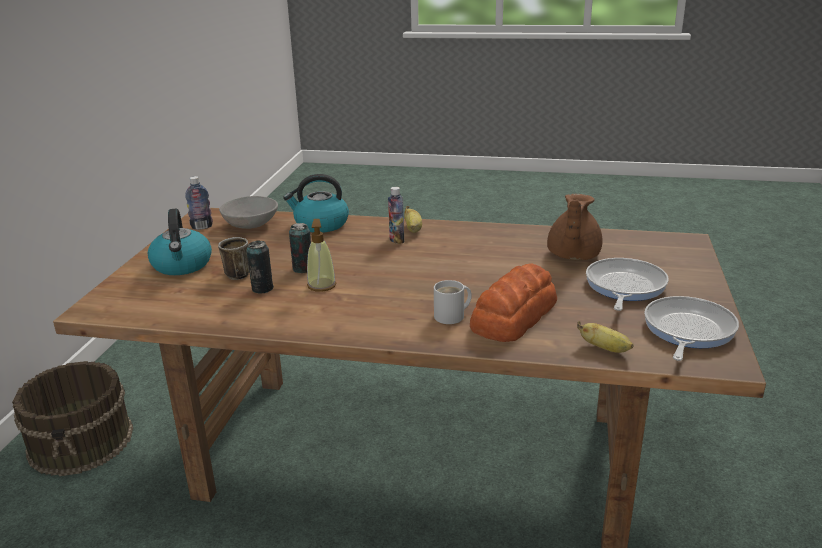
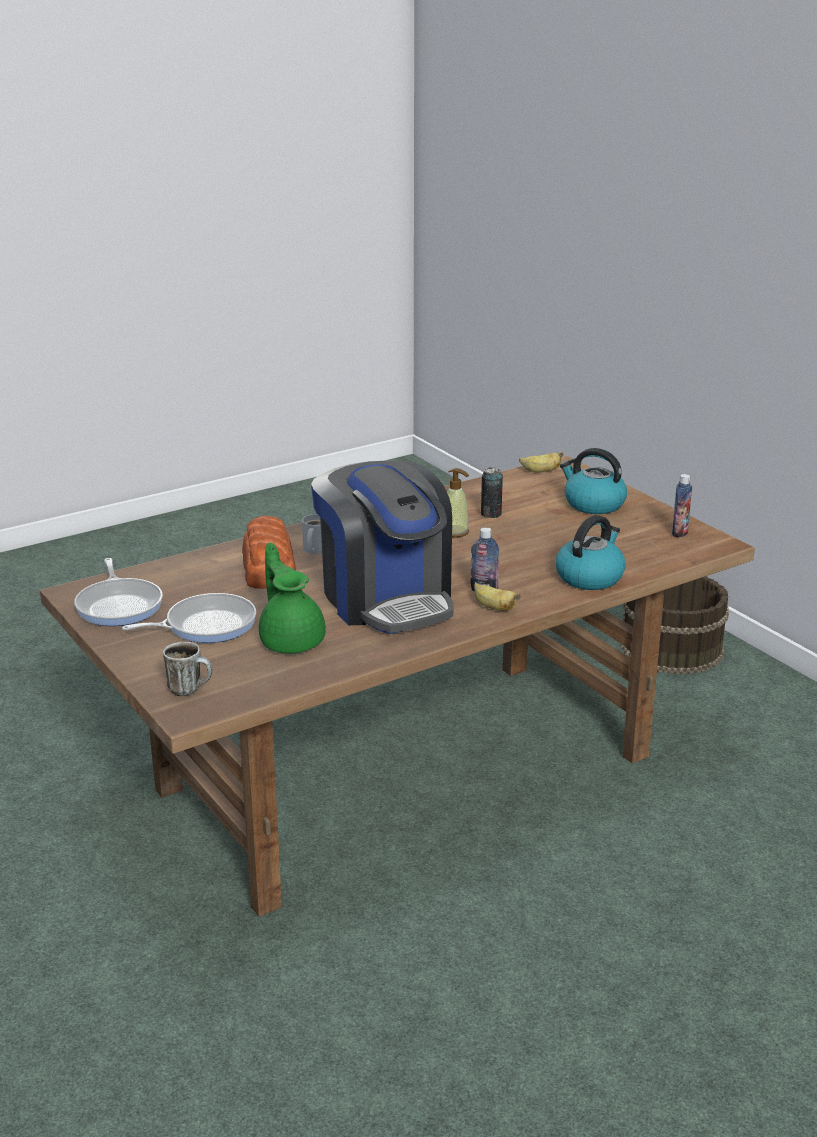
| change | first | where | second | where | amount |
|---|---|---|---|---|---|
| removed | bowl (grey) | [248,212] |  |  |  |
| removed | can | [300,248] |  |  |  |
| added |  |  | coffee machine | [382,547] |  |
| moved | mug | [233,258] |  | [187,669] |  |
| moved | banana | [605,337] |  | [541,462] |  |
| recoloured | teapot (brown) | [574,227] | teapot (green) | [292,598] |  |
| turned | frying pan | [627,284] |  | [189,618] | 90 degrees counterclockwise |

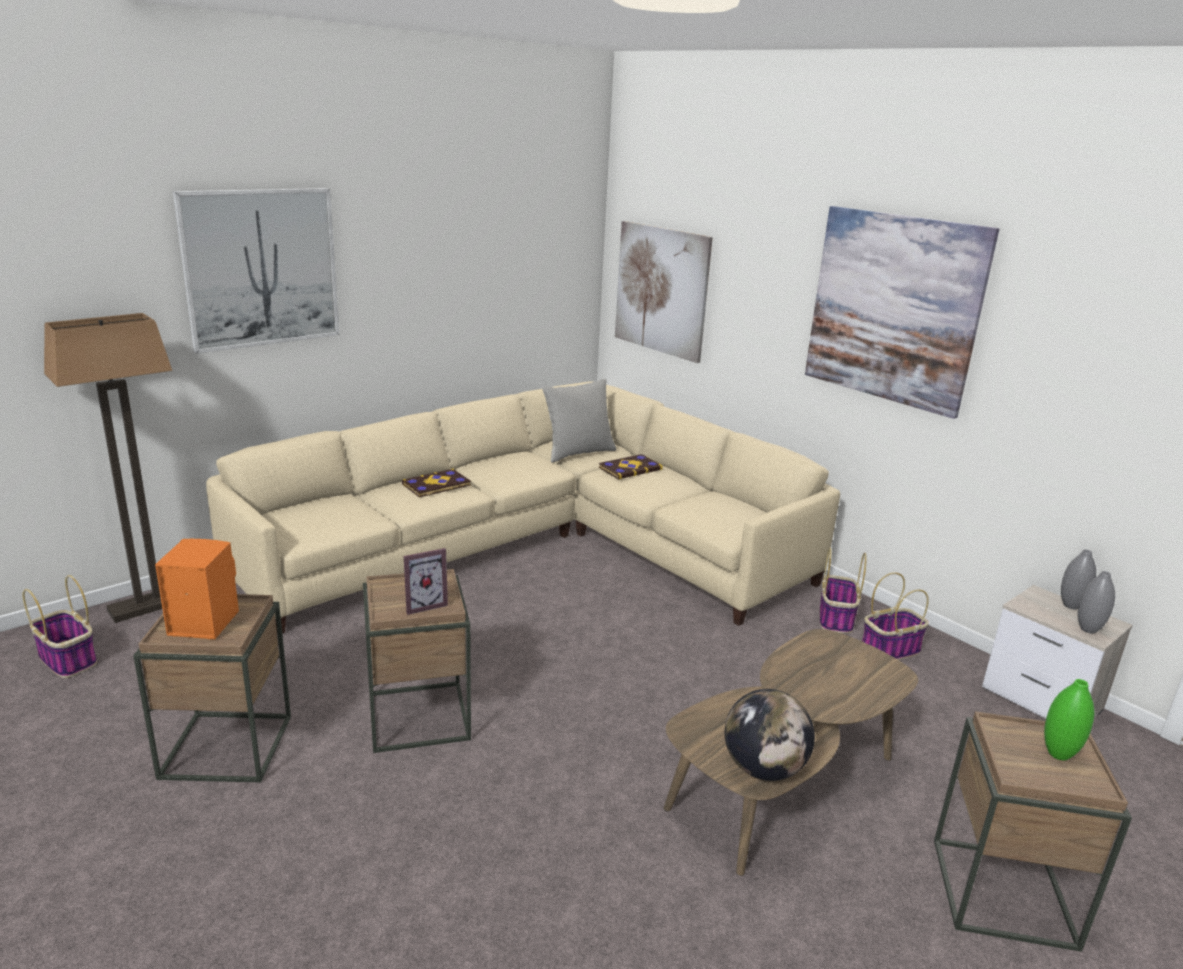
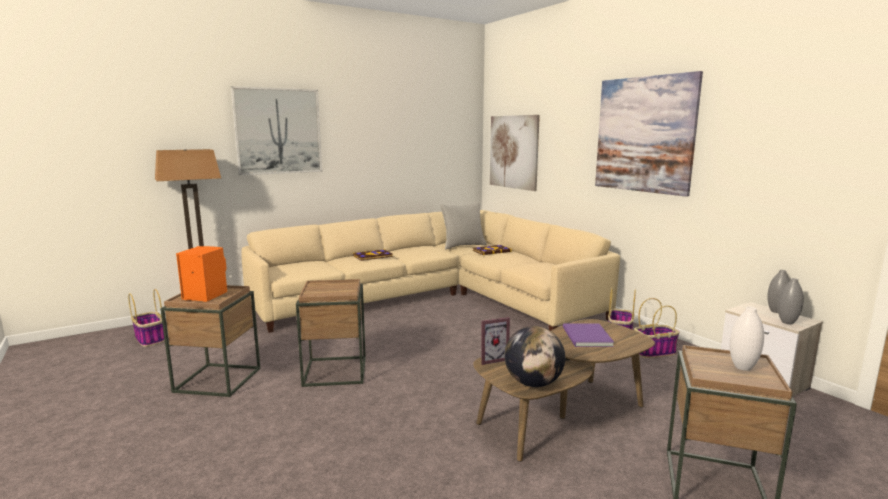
| change | first | where | second | where | amount |
|---|---|---|---|---|---|
| added |  |  | book (purple) | [588,335] |  |
| moved | picture frame | [426,581] |  | [495,341] |  |
| recoloured | vase (green) | [1069,719] | vase (white) | [747,338] |  |

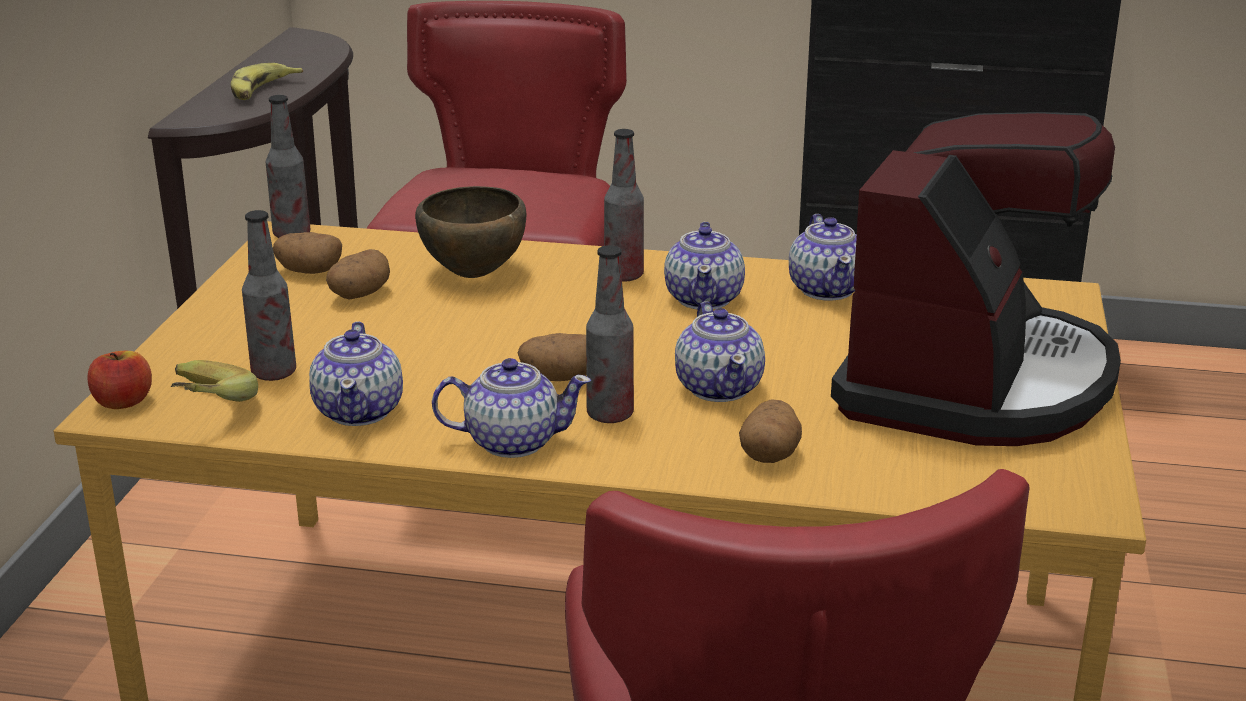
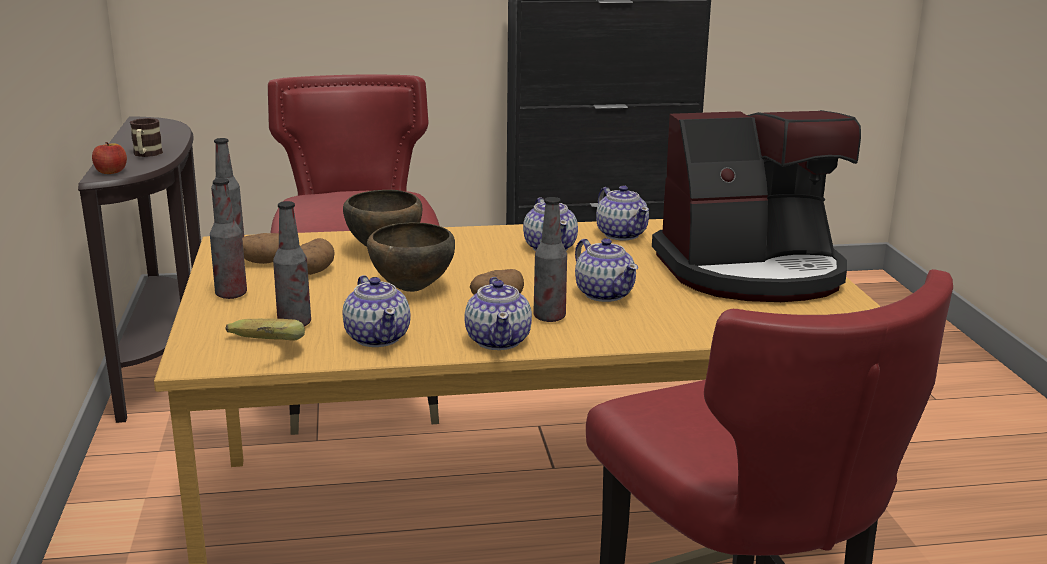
| change | first | where | second | where | amount |
|---|---|---|---|---|---|
| removed | potato | [770,431] |  |  |  |
| added |  |  | bowl (brown) | [411,257] |  |
| moved | apple | [119,380] |  | [109,158] |  |
| moved | bottle | [624,205] |  | [228,238] |  |
| replaced | banana | [267,81] | mug | [146,137] |  |
| turned | teapot | [511,408] |  | [498,313] | 105 degrees clockwise |
| turned | coffee machine | [976,279] |  | [756,206] | 75 degrees clockwise |

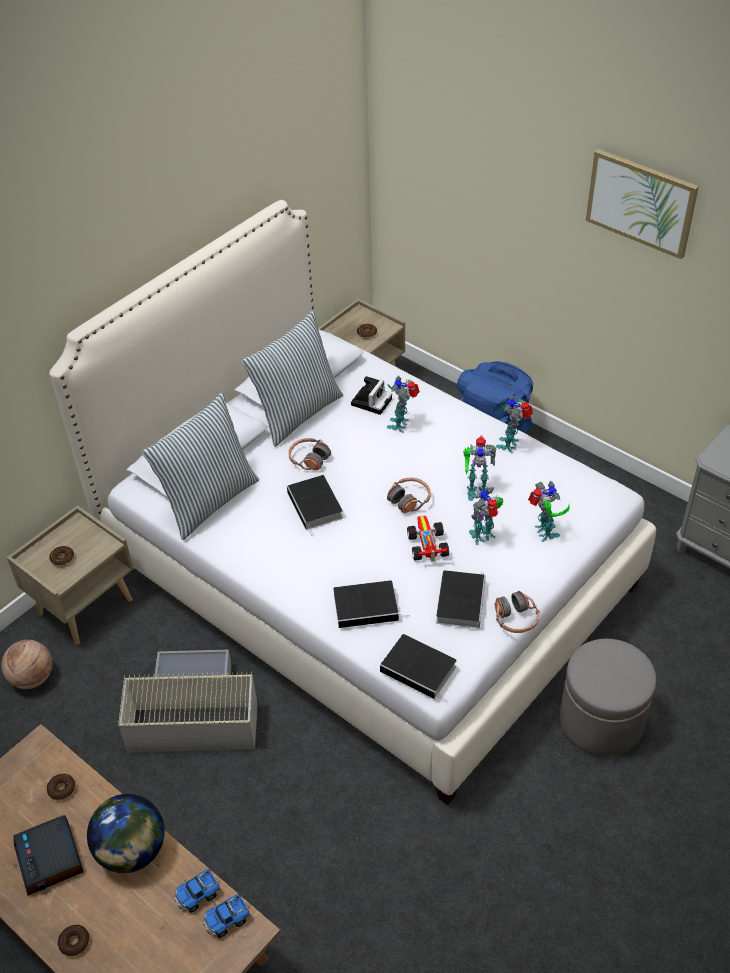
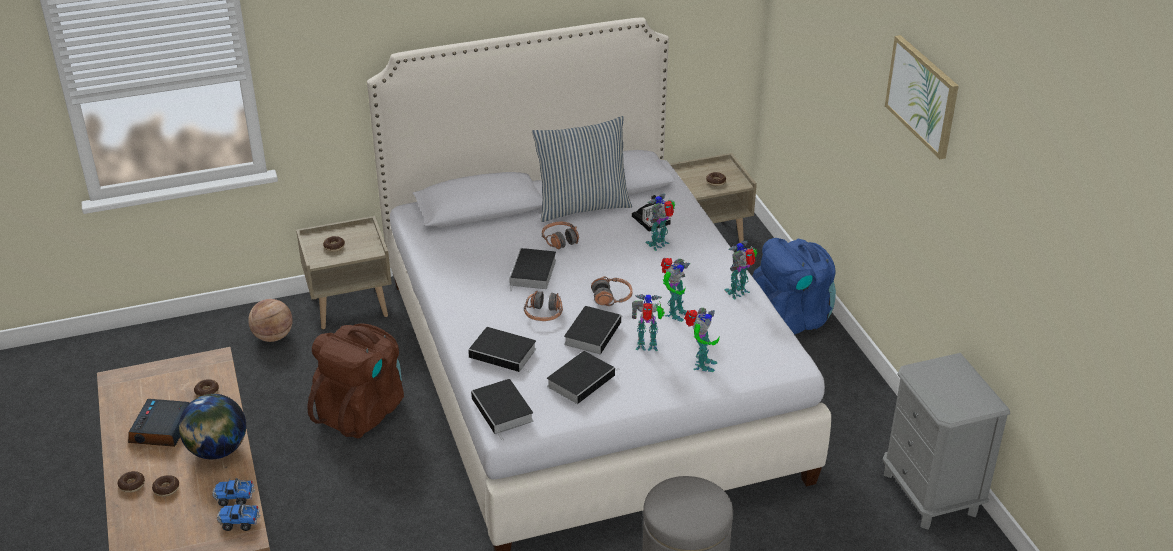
| change | first | where | second | where | amount |
|---|---|---|---|---|---|
| removed | pillow | [200,466] |  |  |  |
| added |  |  | donut | [165,486] |  |
| moved | headphones | [517,612] |  | [543,306] |  |
| replaced | storage box (grey) | [188,701] | backpack (brown) | [355,380] |  |
| replaced | toy car | [428,538] | book | [593,330] |  |
| turned | toy robot | [479,468] |  | [675,290] | 90 degrees counterclockwise |

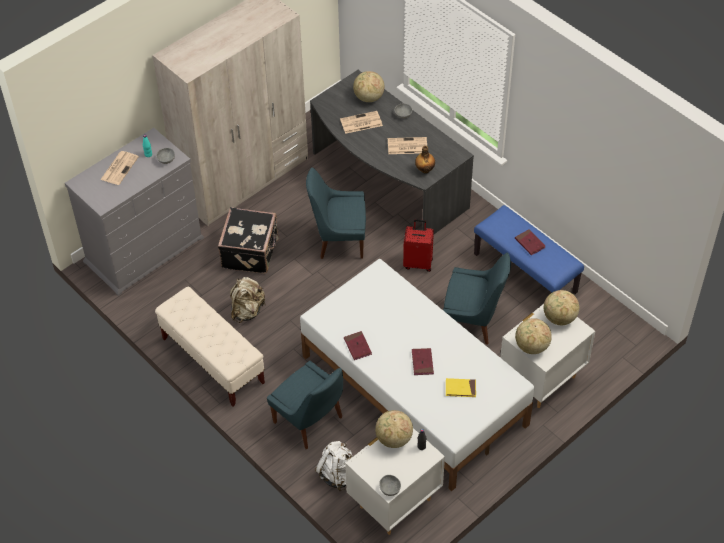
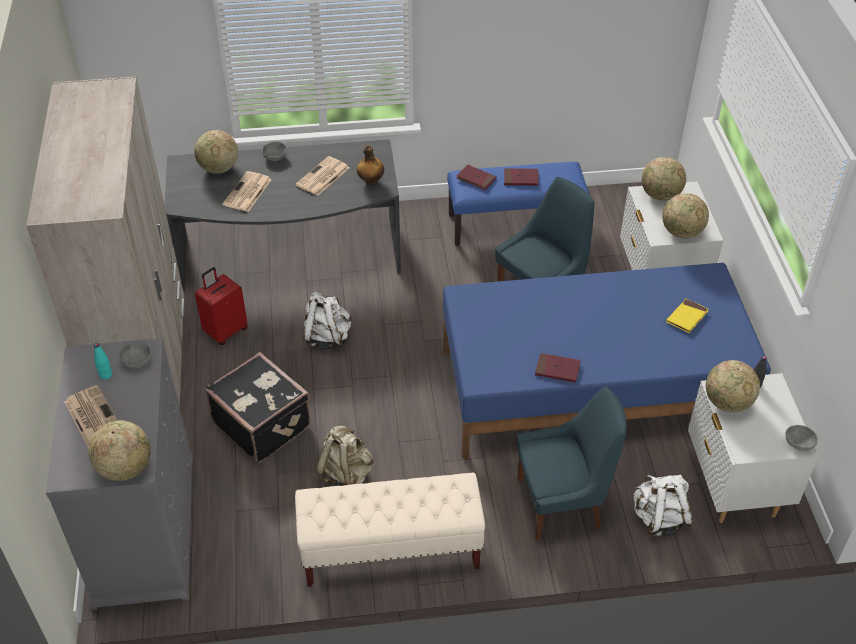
| change | first | where | second | where | amount |
|---|---|---|---|---|---|
| added |  |  | globe | [119,450] |  |
| moved | suitcase (red) | [418,245] |  | [221,306] |  |
| moved | book (red) | [423,361] |  | [477,177] |  |
| replaced | chair (blue) | [336,213] | backpack (white) | [327,320] |  |
| recoloured | bed (white) | [417,375] | bed (blue) | [607,361] |  |

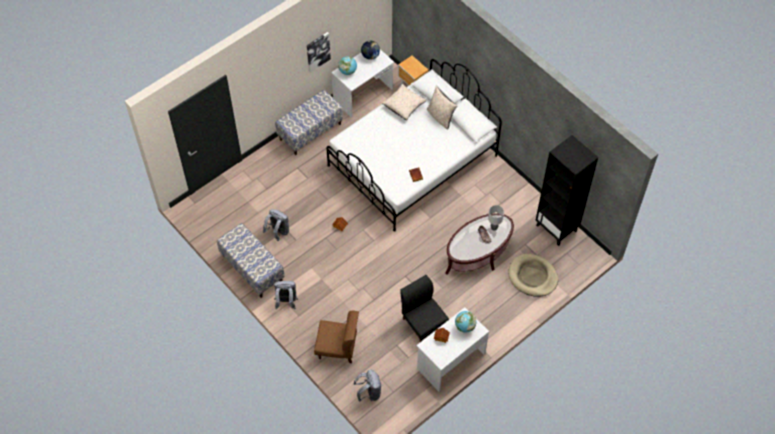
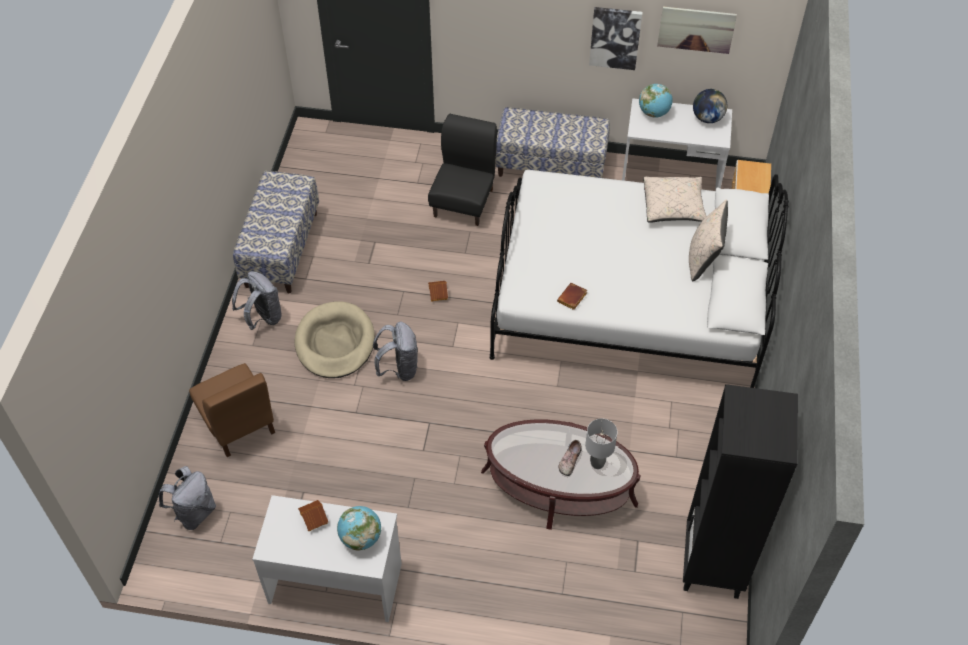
| change | first | where | second | where | amount |
|---|---|---|---|---|---|
| added |  |  | picture | [697,30] |  |
| moved | backpack (grey) | [276,225] |  | [395,351] |  |
| moved | chair (black) | [424,308] |  | [462,170] |  |
| moved | dog bed (beige) | [533,275] |  | [335,339] |  |

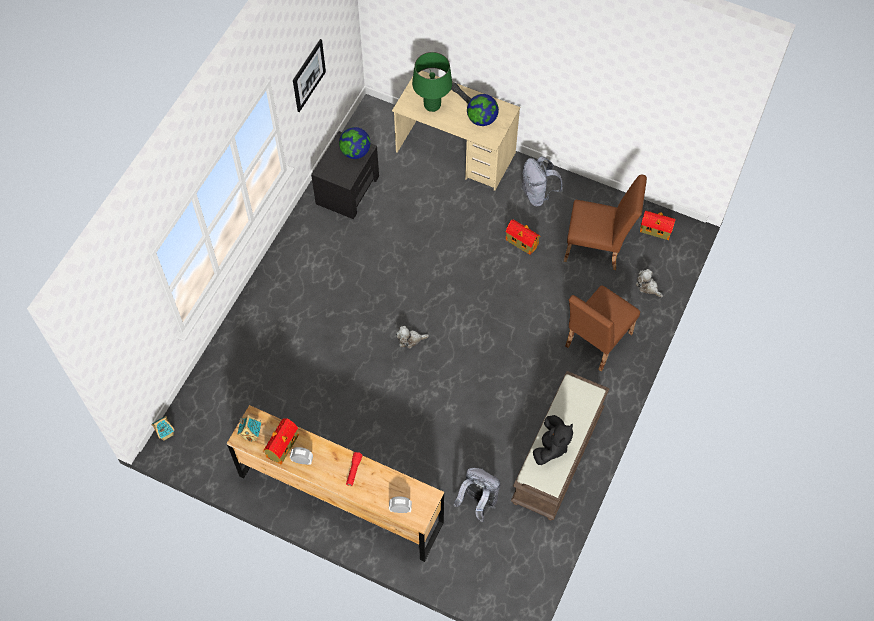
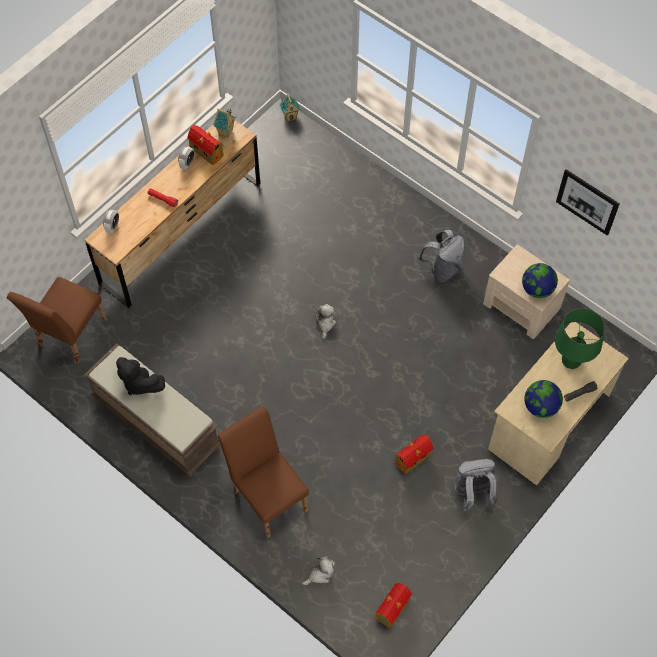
| change | first | where | second | where | amount |
|---|---|---|---|---|---|
| moved | backpack (grey) | [477,494] |  | [441,256] |  |
| moved | chair (brown) | [605,222] |  | [57,320] |  |
| recoloured | nightstand (black) | [345,175] | nightstand (beige) | [526,291] |  |

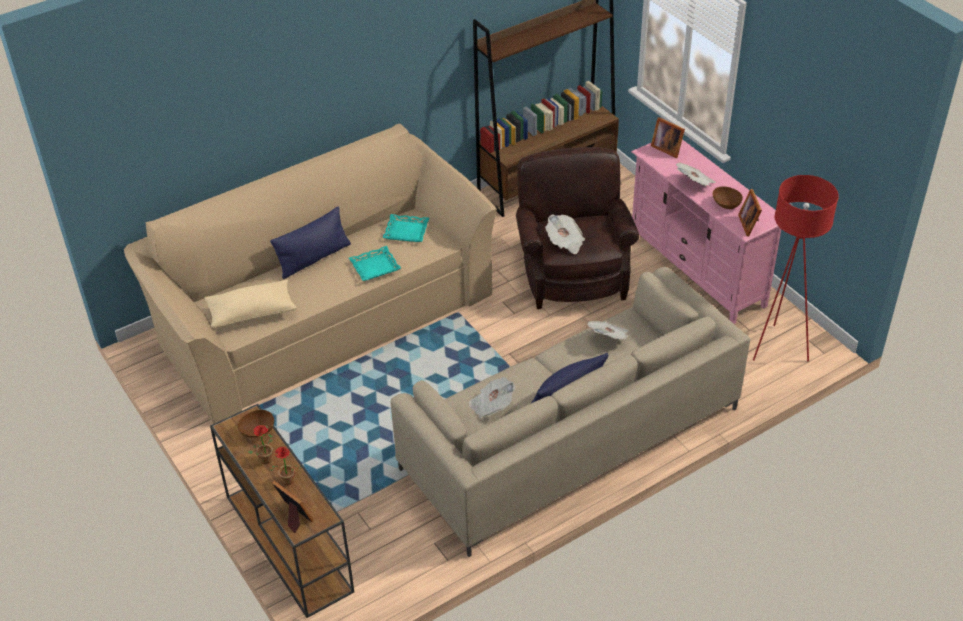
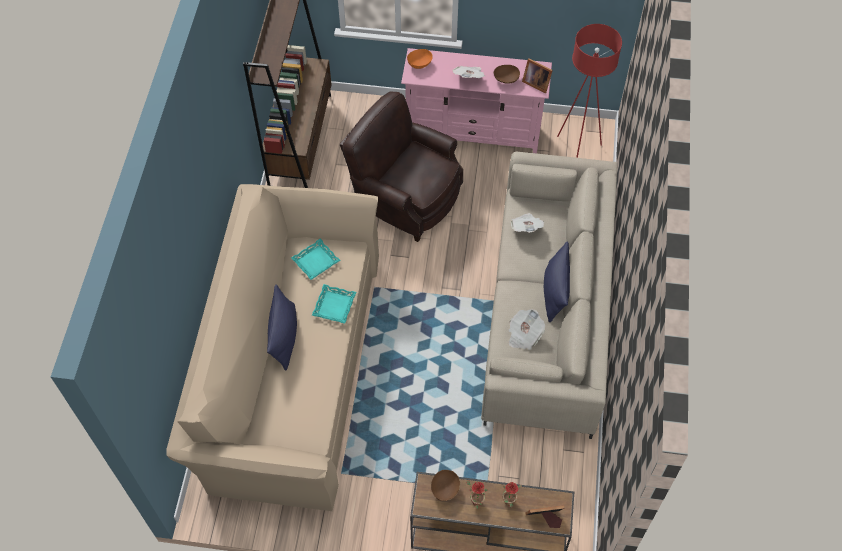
| change | first | where | second | where | amount |
|---|---|---|---|---|---|
| removed | pillow (beige) | [251,304] |  |  |  |
| removed | newspaper | [565,234] |  |  |  |
| replaced | picture frame | [668,137] | bowl (orange) | [420,59] |  |

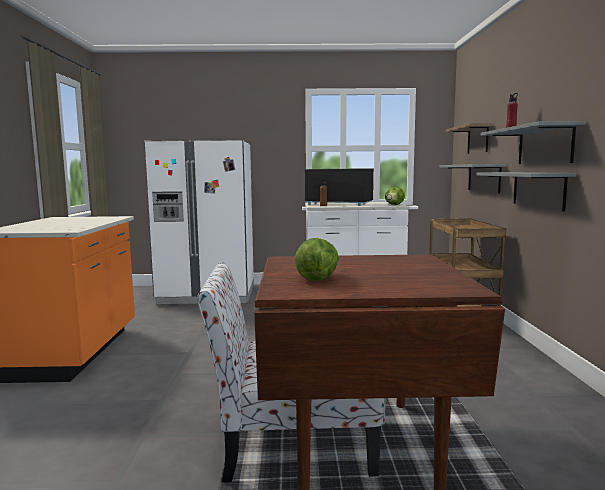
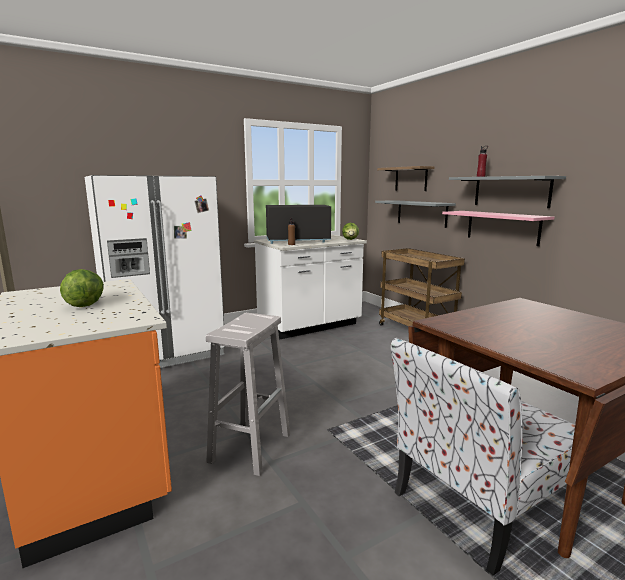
| change | first | where | second | where | amount |
|---|---|---|---|---|---|
| added |  |  | stool (white) | [248,394] |  |
| moved | lettuce | [317,259] |  | [82,288] |  |
| recoloured | shelf (grey) | [526,191] | shelf (pink) | [498,228] |  |

